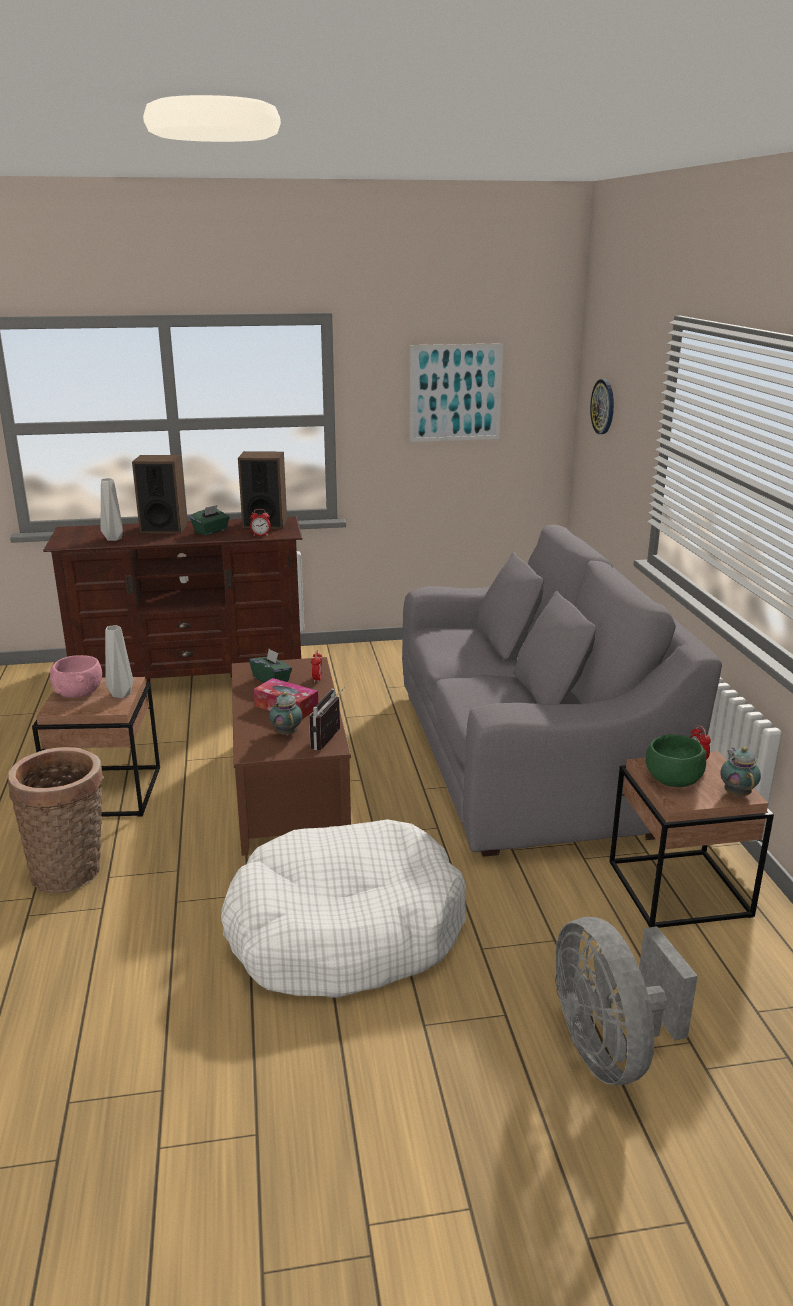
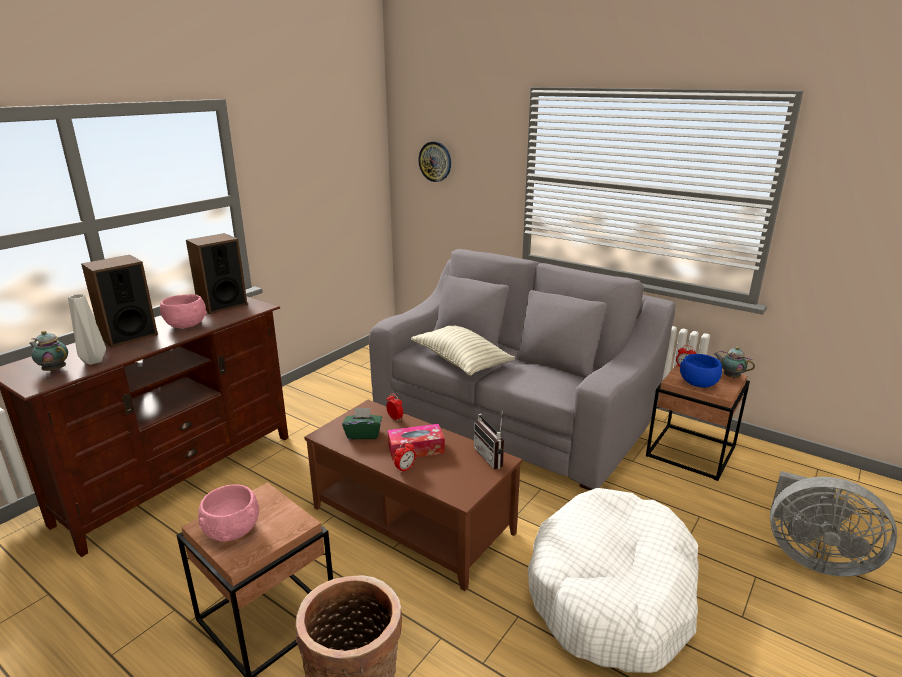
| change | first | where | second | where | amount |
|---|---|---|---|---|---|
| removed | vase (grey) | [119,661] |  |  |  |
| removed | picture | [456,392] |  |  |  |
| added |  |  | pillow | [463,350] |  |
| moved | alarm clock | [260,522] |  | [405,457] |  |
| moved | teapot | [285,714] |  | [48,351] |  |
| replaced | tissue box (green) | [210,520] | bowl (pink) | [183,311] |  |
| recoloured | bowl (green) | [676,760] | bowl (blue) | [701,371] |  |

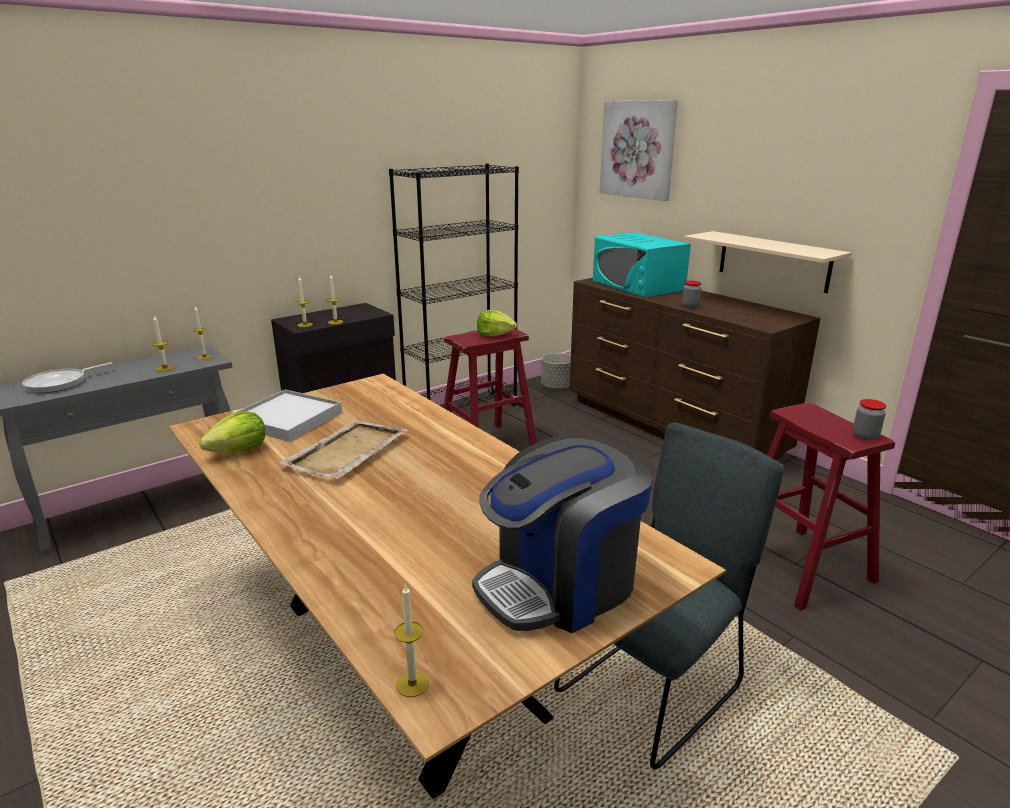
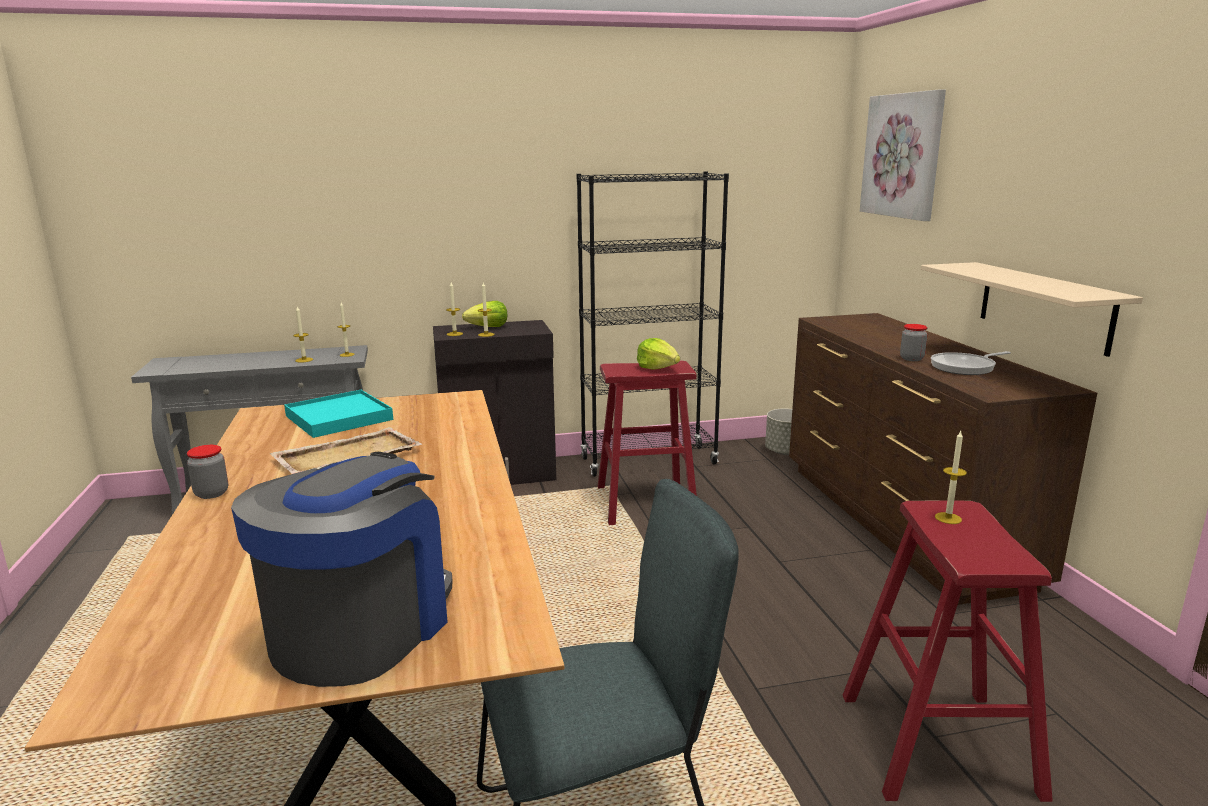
| change | first | where | second | where | amount |
|---|---|---|---|---|---|
| removed | microwave (turquoise) | [642,264] |  |  |  |
| moved | frying pan | [67,377] |  | [971,363] |  |
| moved | lettuce | [232,432] |  | [484,314] |  |
| moved | candle | [411,640] |  | [951,477] |  |
| moved | jar | [869,419] |  | [207,472] |  |
| recoloured | tray (white) | [285,415] | tray (turquoise) | [338,414] |  |
| turned | coffee machine | [562,534] |  | [341,569] | 120 degrees clockwise |

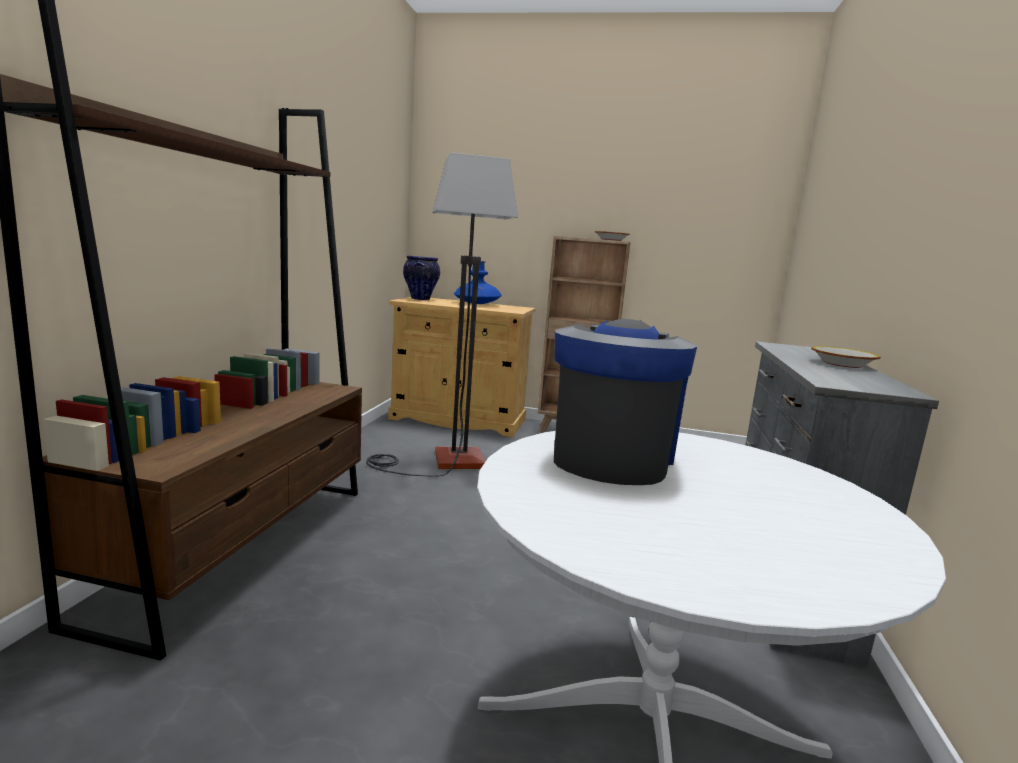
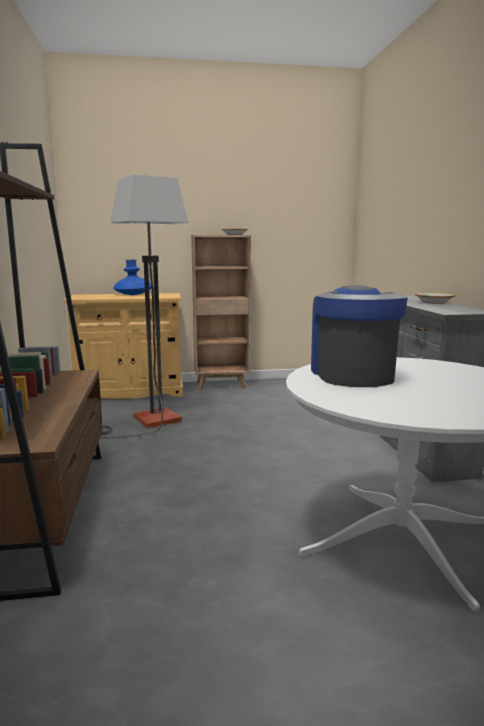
| change | first | where | second | where | amount |
|---|---|---|---|---|---|
| removed | vase | [421,277] |  |  |  |

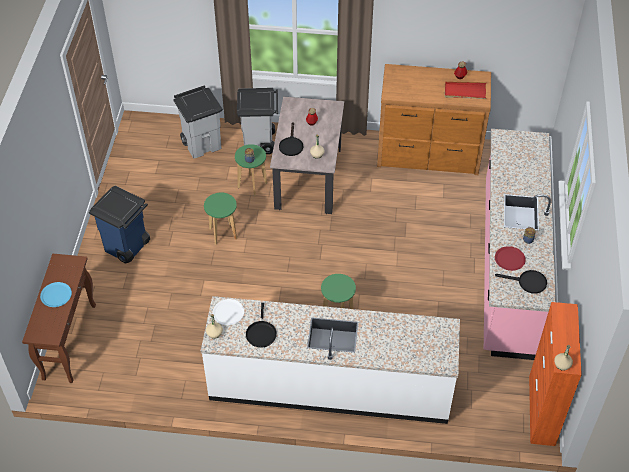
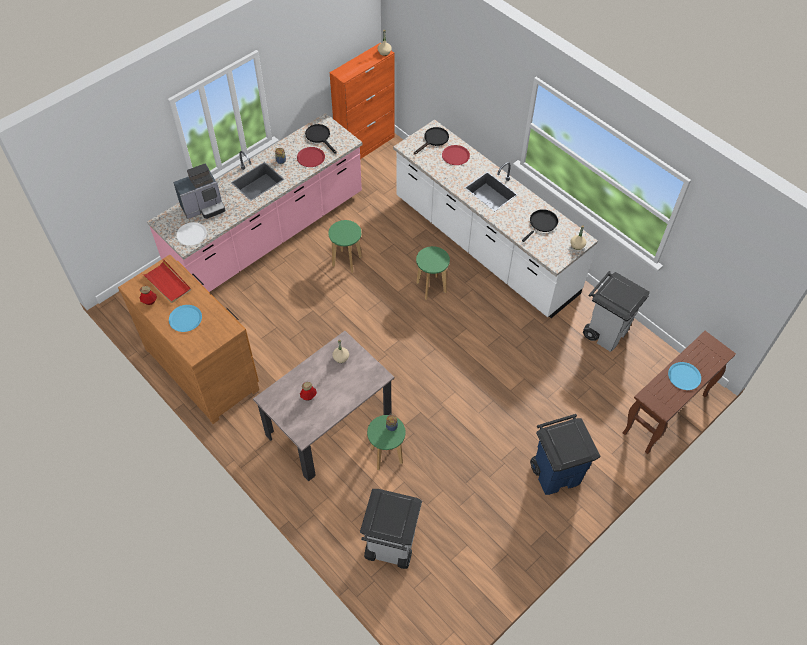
| change | first | where | second | where | amount |
|---|---|---|---|---|---|
| added |  |  | plate (blue) | [185,318] |  |
| added |  |  | coffee machine | [199,191] |  |
| added |  |  | plate (red) | [456,155] |  |
| moved | stool (green) | [220,219] |  | [345,246] |  |
| moved | plate (white) | [228,312] |  | [191,234] |  |
| moved | trash can (grey) | [257,121] |  | [616,311] |  |
| moved | frying pan (black) | [291,139] |  | [431,141] |  |

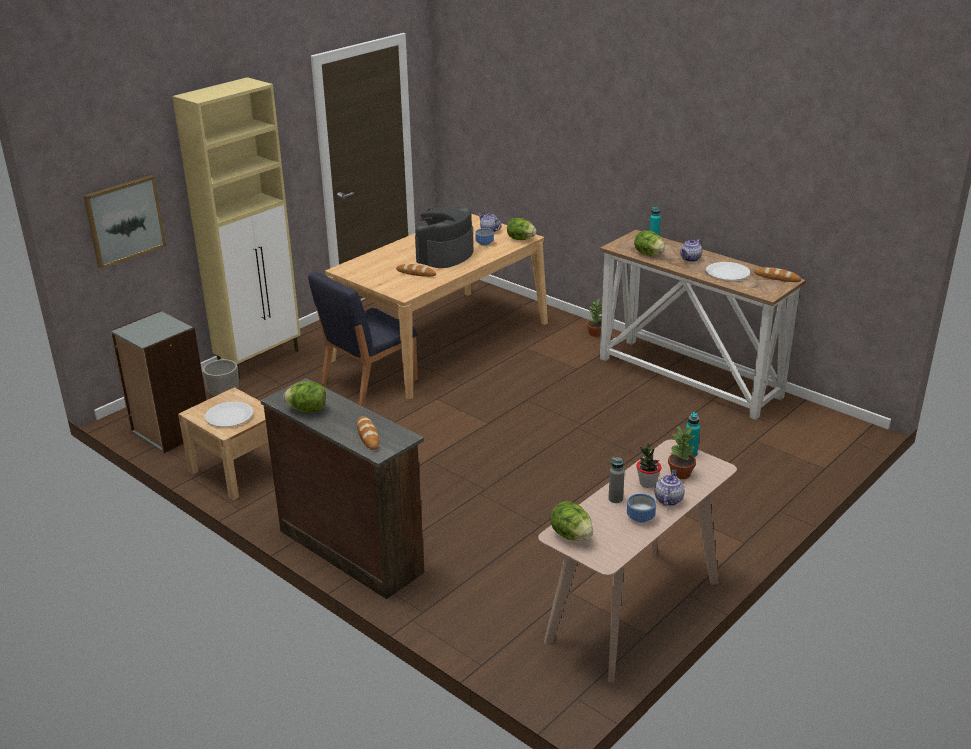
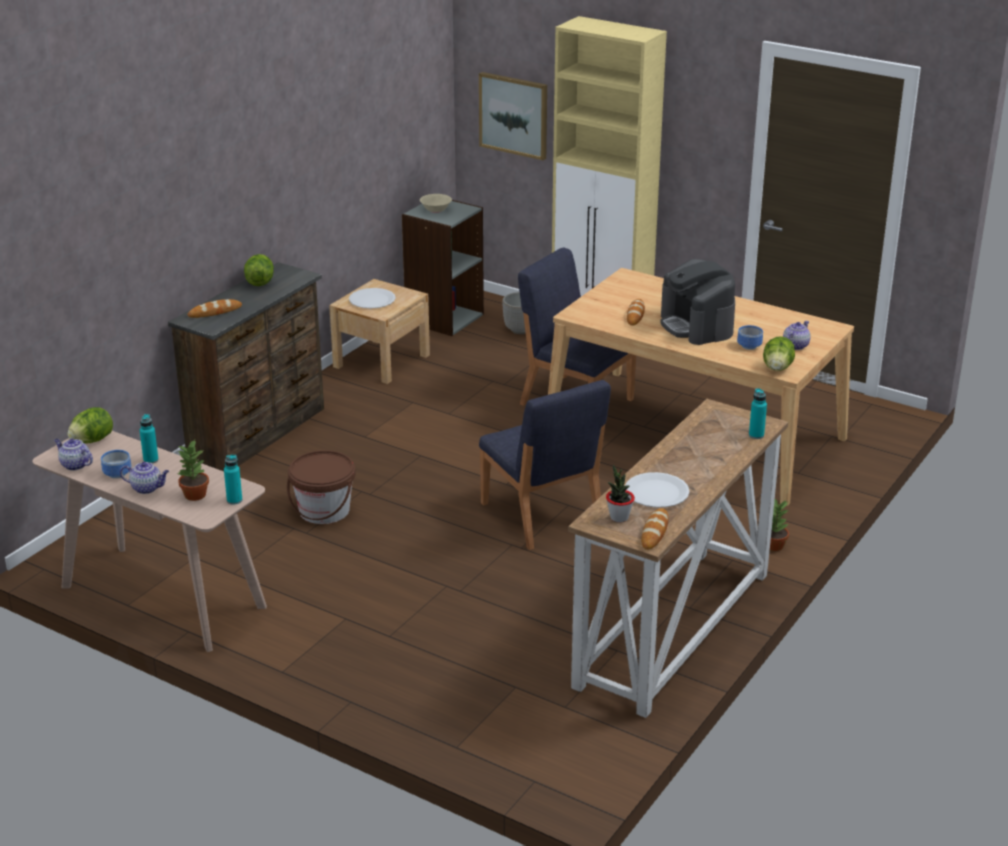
| change | first | where | second | where | amount |
|---|---|---|---|---|---|
| removed | lettuce | [649,243] |  |  |  |
| added |  |  | bucket (brown) | [321,487] |  |
| added |  |  | bowl (beige) | [436,203] |  |
| added |  |  | chair (blue) | [545,465] |  |
| moved | potted plant | [648,466] |  | [620,493] |  |
| moved | teapot | [691,250] |  | [73,455] |  |
| recoloured | bottle (grey) | [616,480] | bottle (turquoise) | [149,439] |  |
| turned | coffee machine | [444,237] |  | [697,302] | 135 degrees counterclockwise |

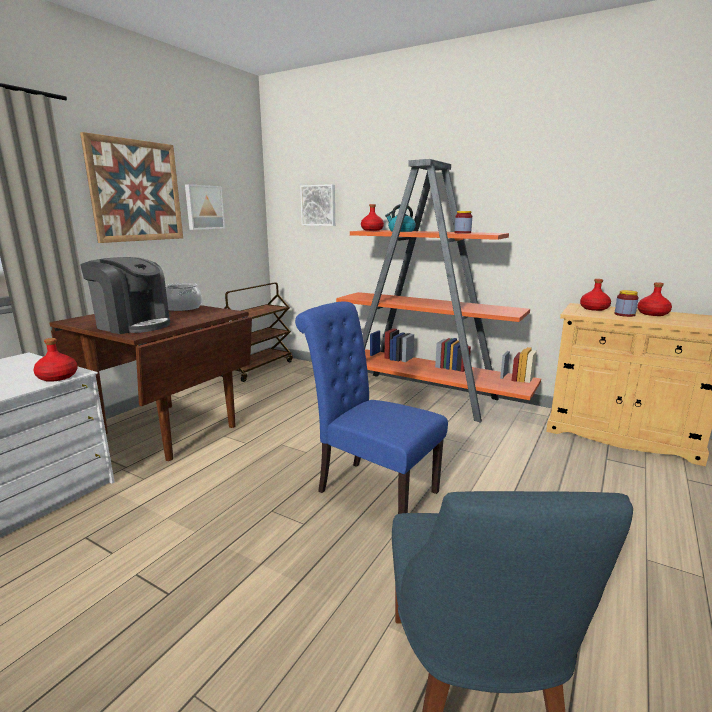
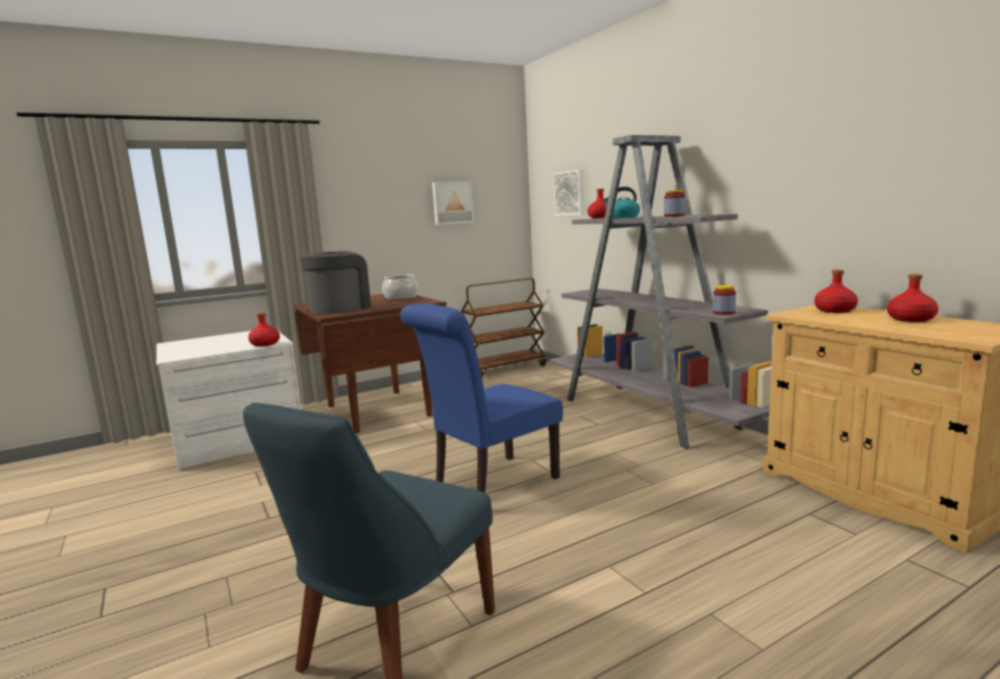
| change | first | where | second | where | amount |
|---|---|---|---|---|---|
| removed | picture | [131,187] |  |  |  |
| moved | jar | [626,303] |  | [724,300] |  |
| recoloured | bookcase (orange) | [438,290] | bookcase (grey) | [660,292] |  |
| turned | coffee machine | [125,295] |  | [335,282] | 120 degrees counterclockwise |
| turned | chair (blue) | [371,408] |  | [481,398] | 105 degrees counterclockwise |

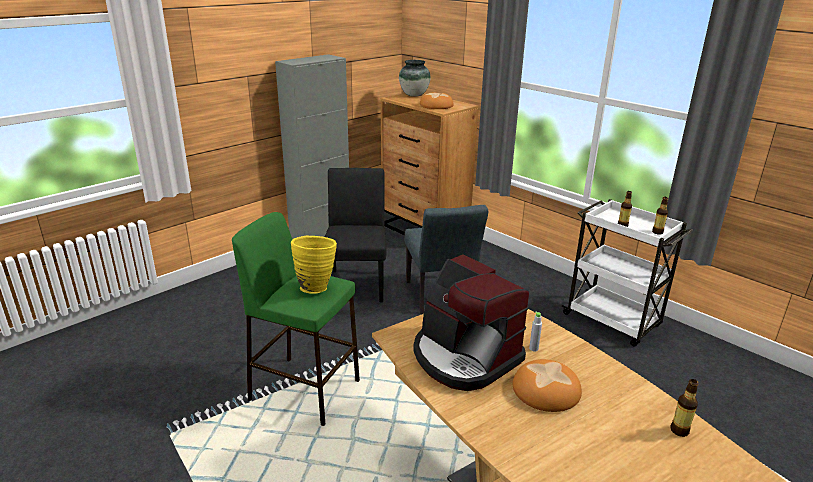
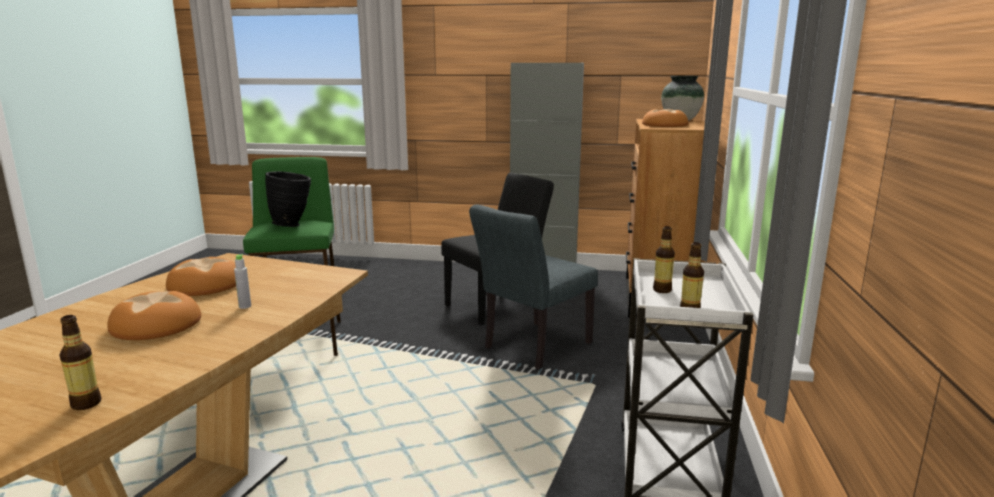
| change | first | where | second | where | amount |
|---|---|---|---|---|---|
| replaced | coffee machine | [471,322] | bread | [201,276] |  |
| recoloured | vase (yellow) | [314,265] | vase (black) | [288,199] |  |

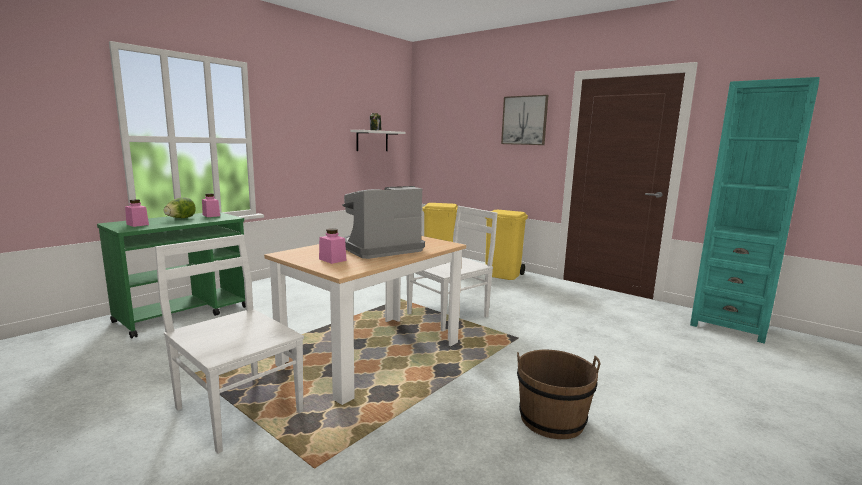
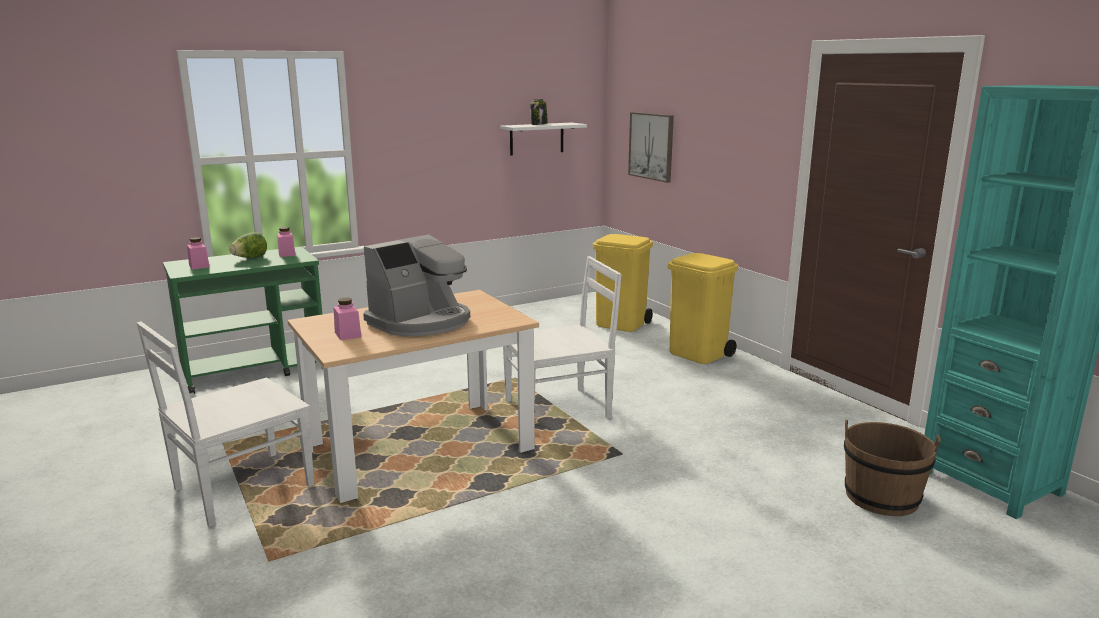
| change | first | where | second | where | amount |
|---|---|---|---|---|---|
| moved | picture | [525,120] |  | [651,147] |  |
| moved | bucket (brown) | [559,394] |  | [892,468] |  |
| turned | chair (white) | [229,344] |  | [225,424] | 105 degrees counterclockwise |
| turned | coffee machine | [383,222] |  | [416,285] | 150 degrees clockwise |

